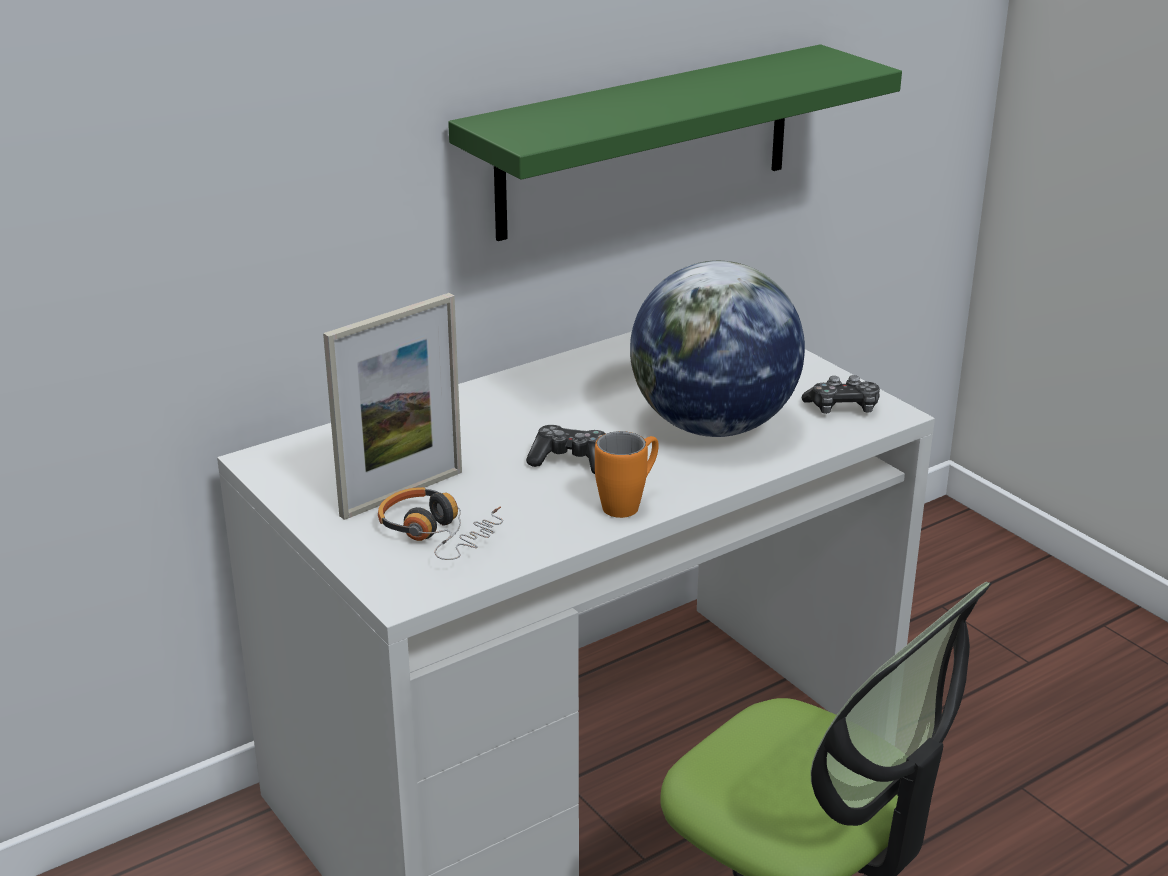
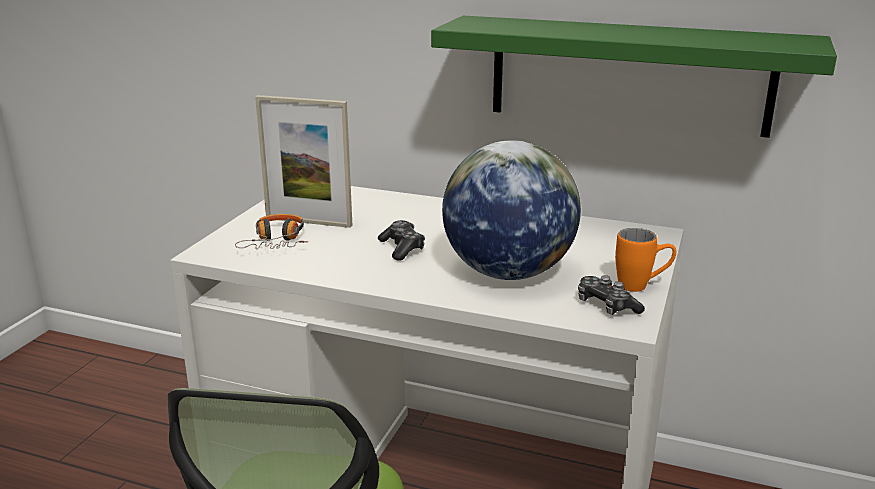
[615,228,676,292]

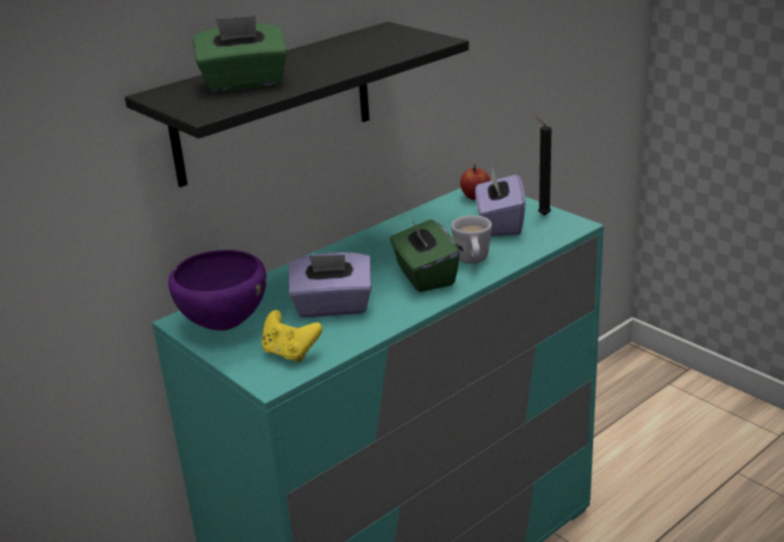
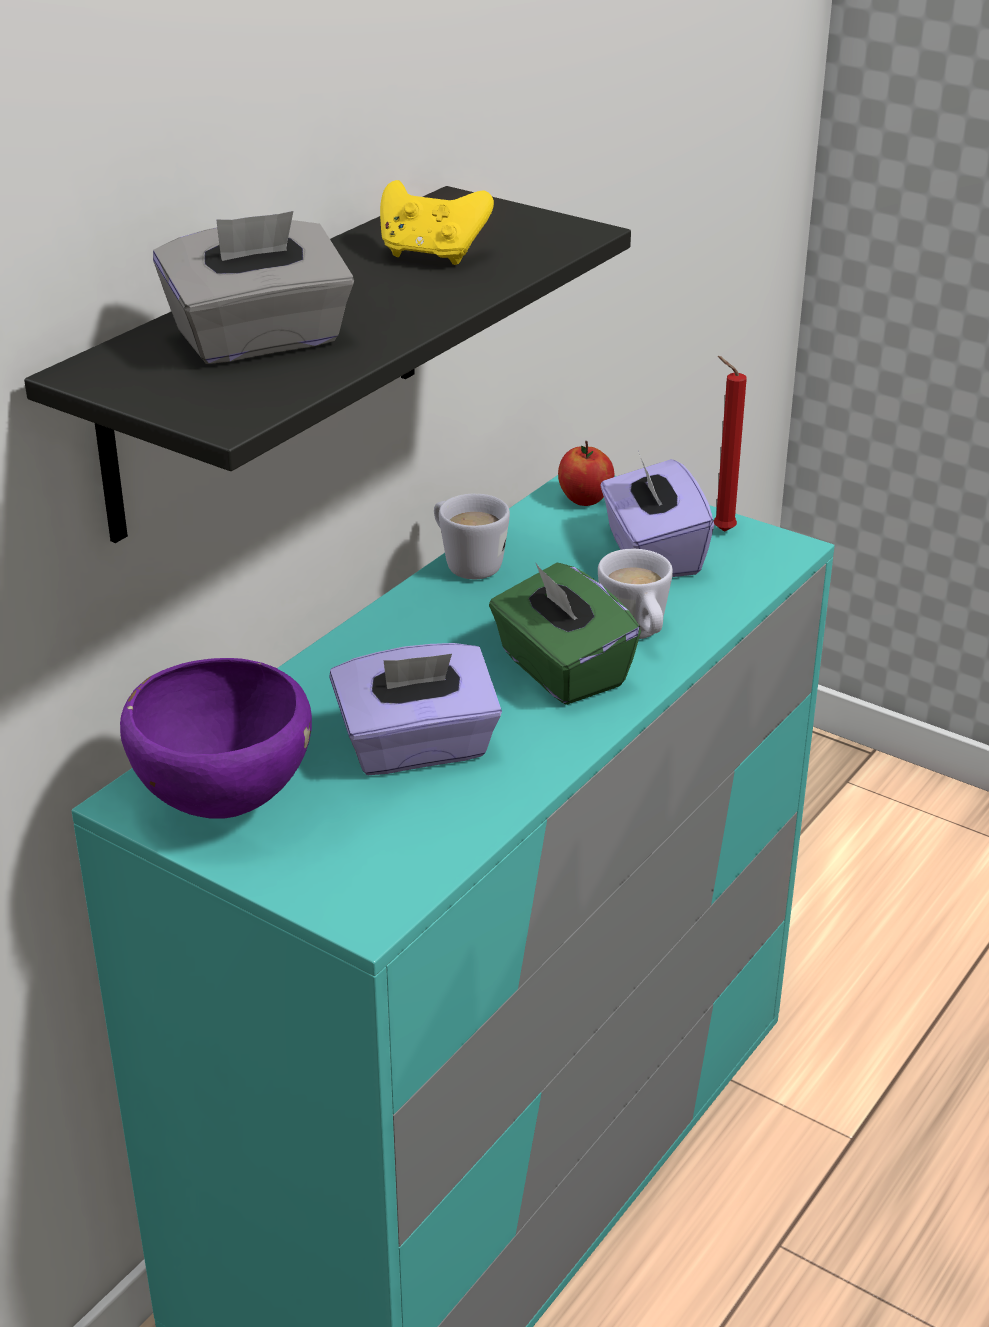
[434,494,510,579]
[380,180,494,265]
[153,211,354,364]
[714,356,747,532]

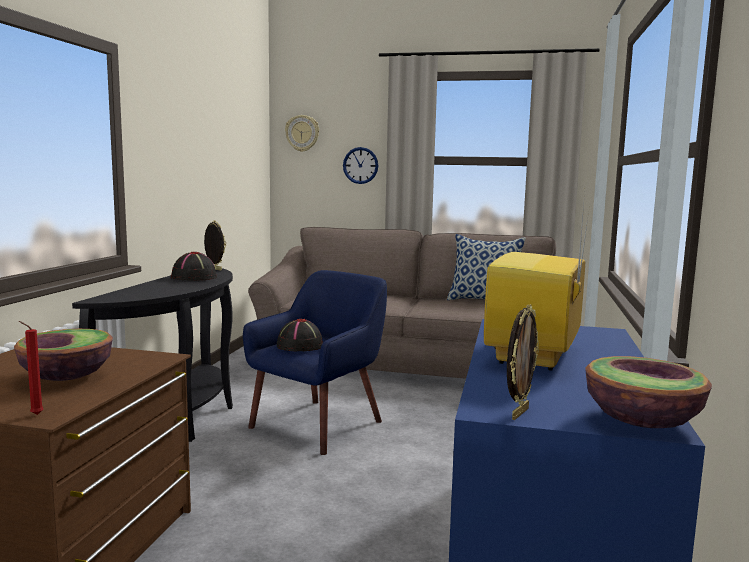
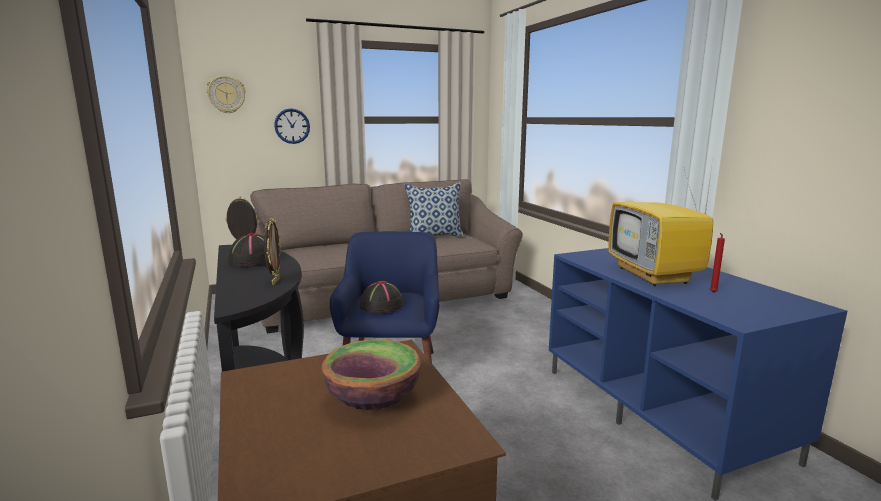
[585,356,712,428] (first image)
[710,233,725,293]
[264,218,281,285]

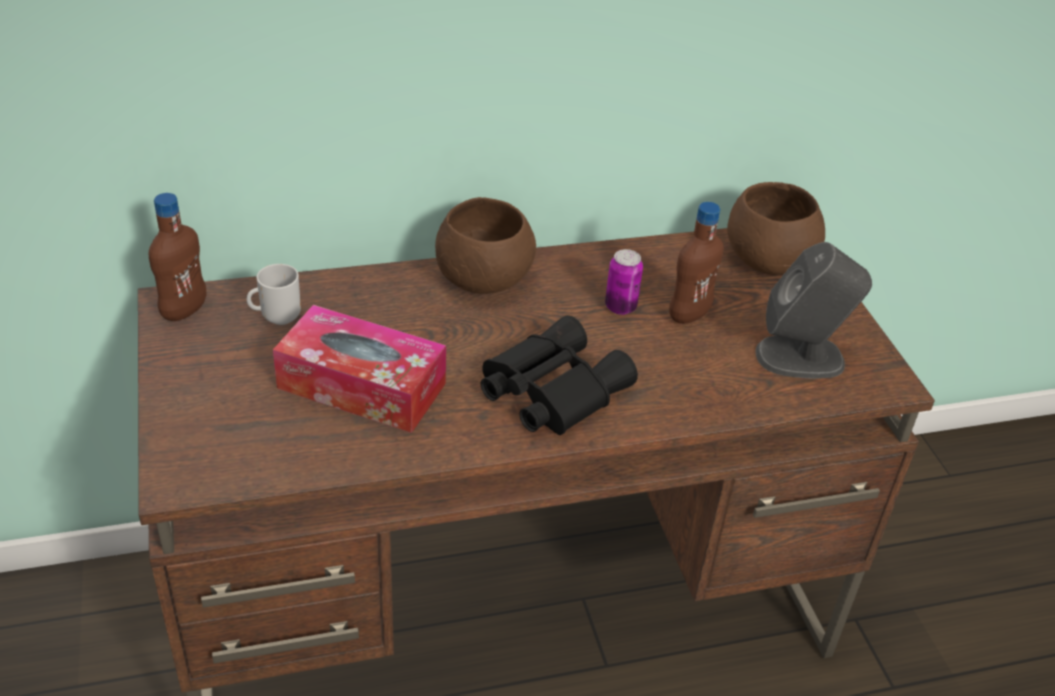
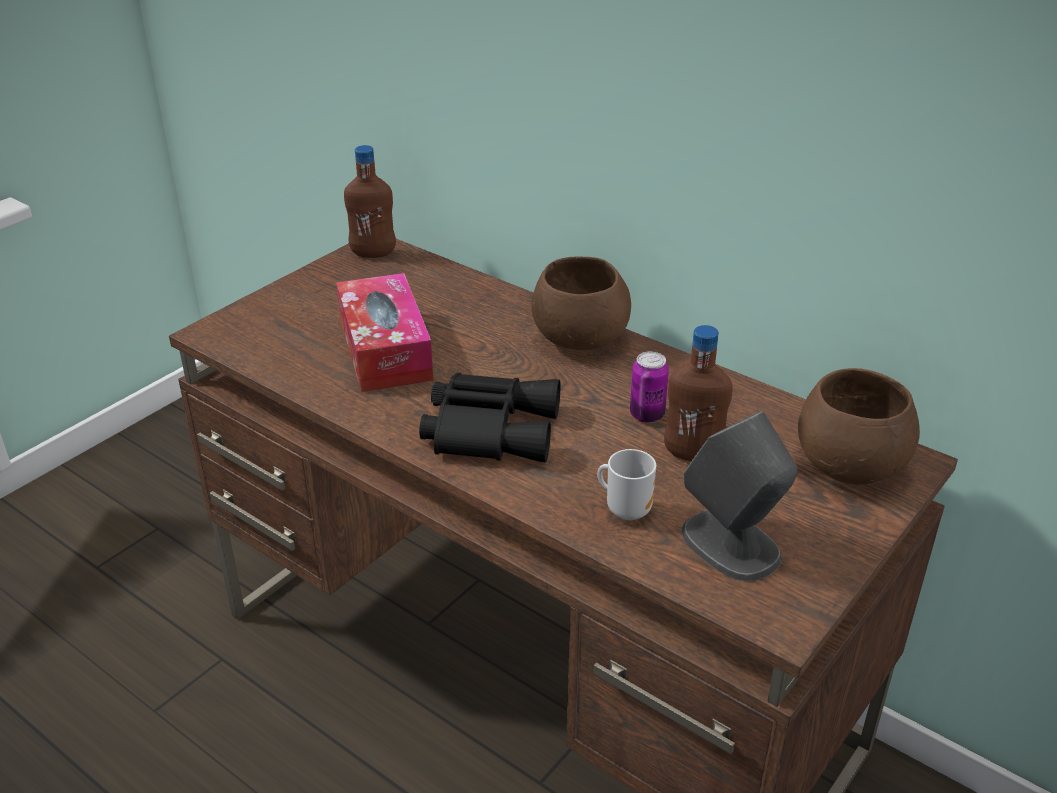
[597,449,656,520]

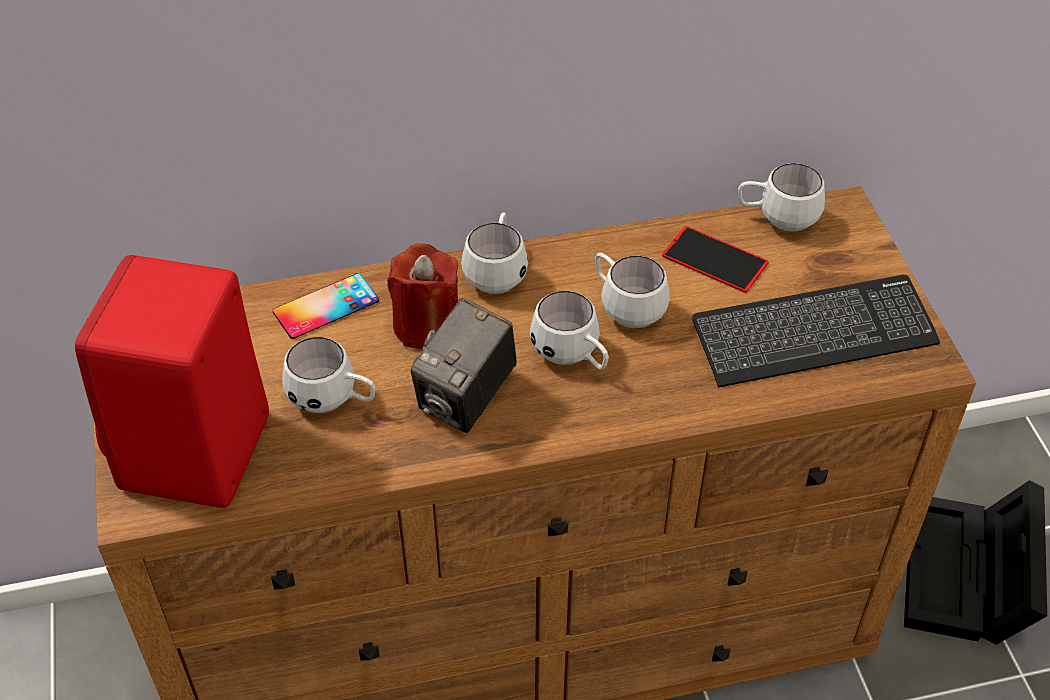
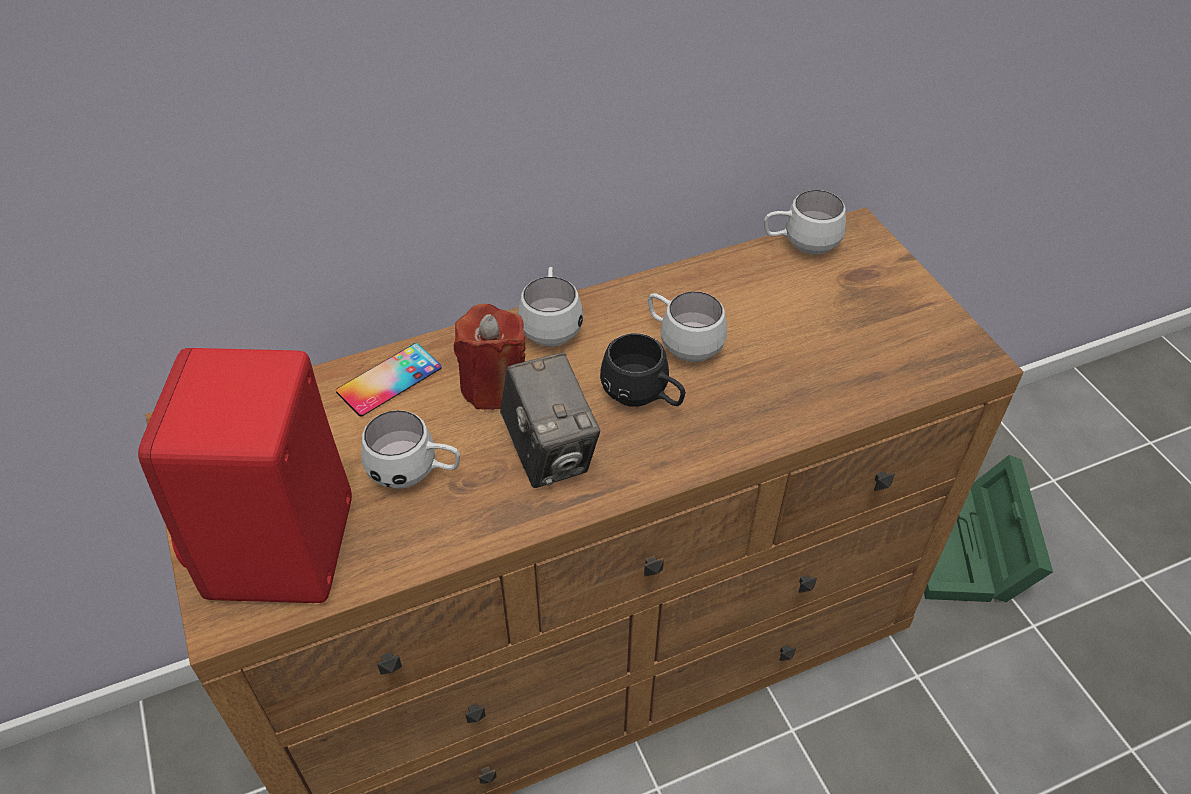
[662,226,769,293] (first image)
[693,275,940,388] (first image)
[600,333,686,407]
[924,455,1053,602]
[500,353,600,488]

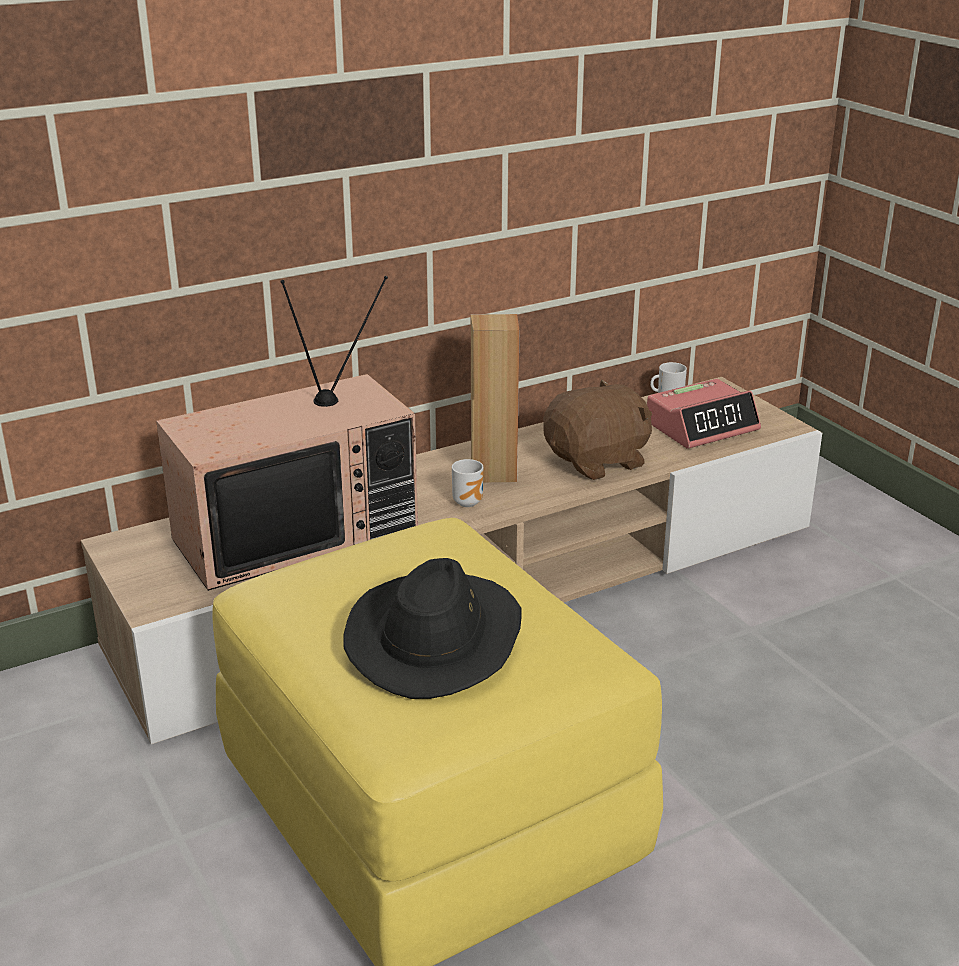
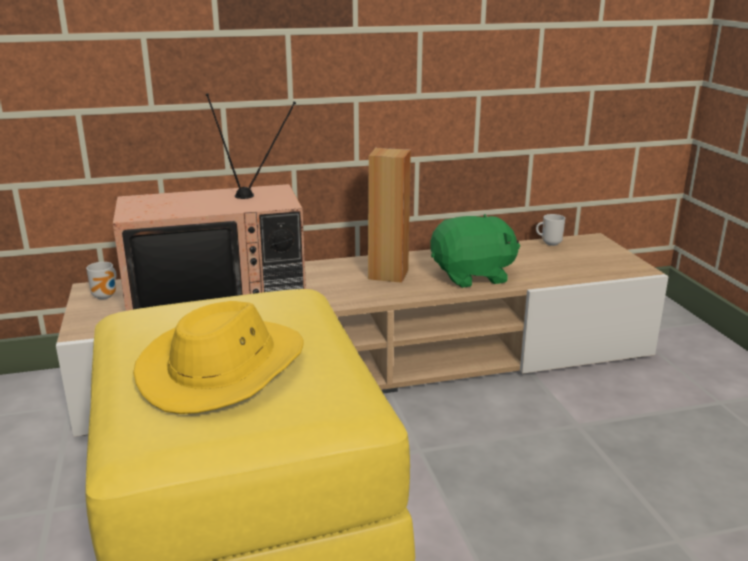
[647,379,761,449] (first image)
[86,262,116,299]
[133,301,304,414]
[430,214,520,288]

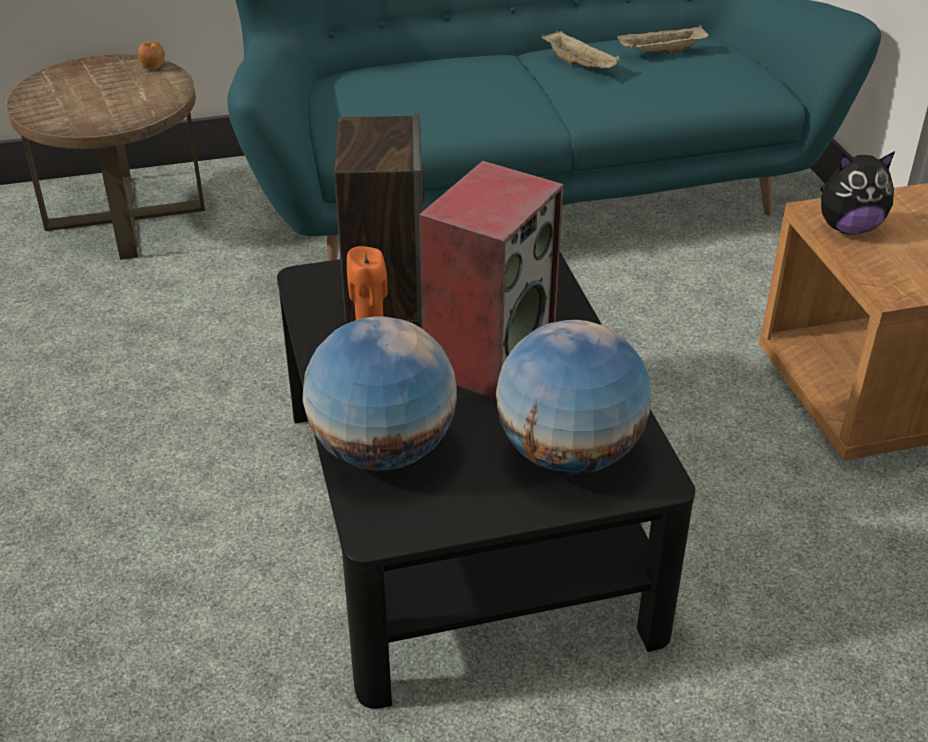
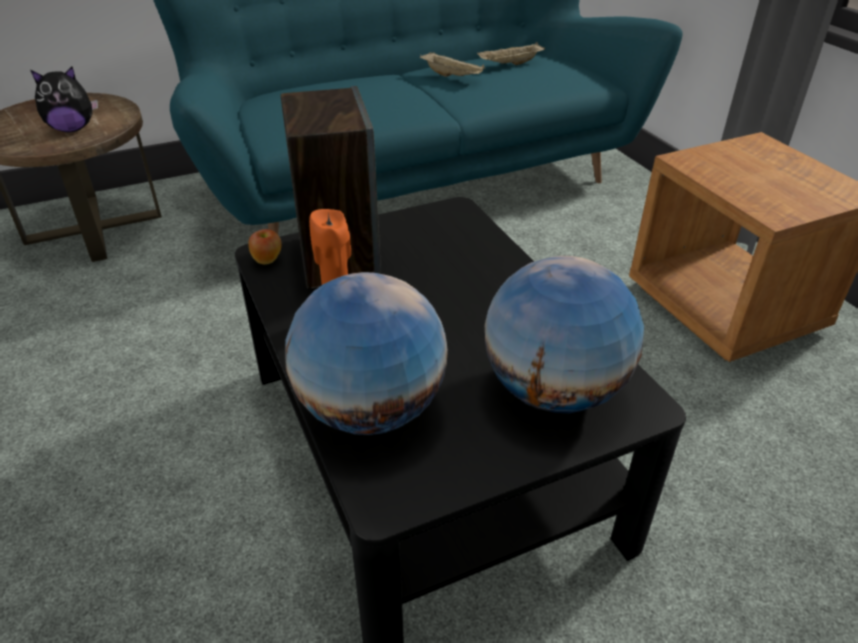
[419,161,563,401] (first image)
[248,229,282,264]
[30,66,98,132]

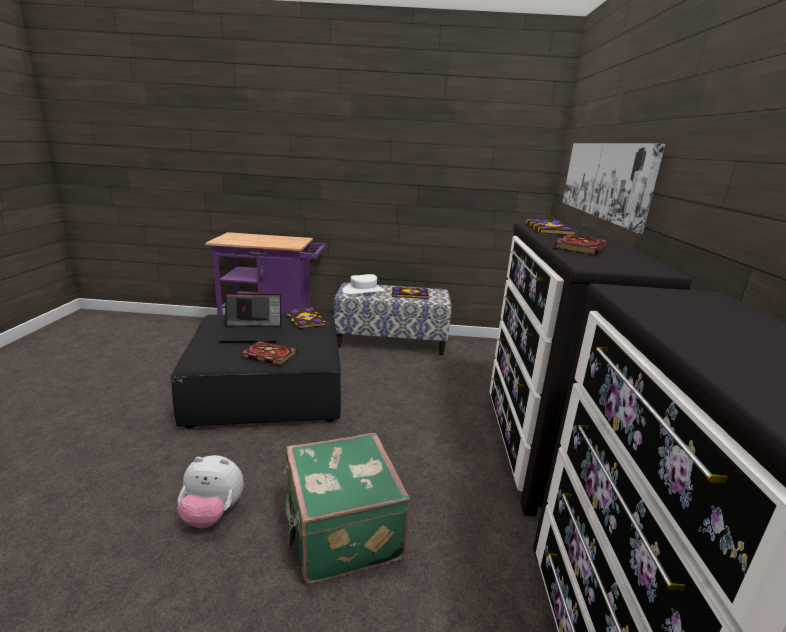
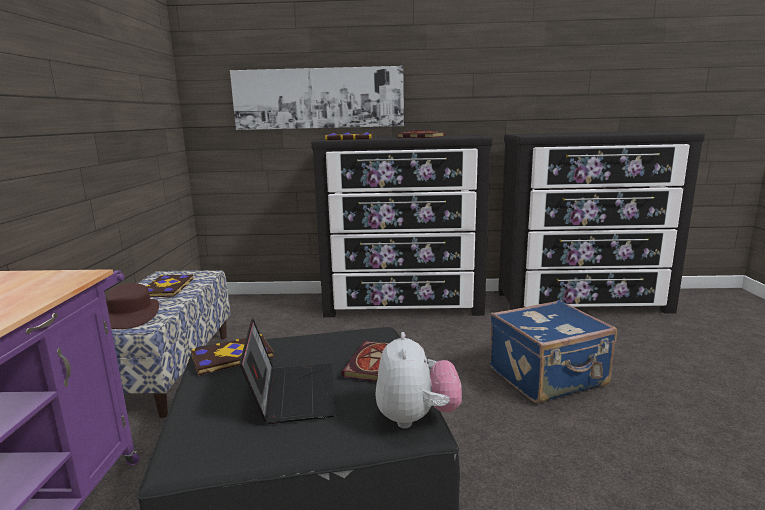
[375,332,462,428]
[490,300,617,403]
[106,283,159,329]

